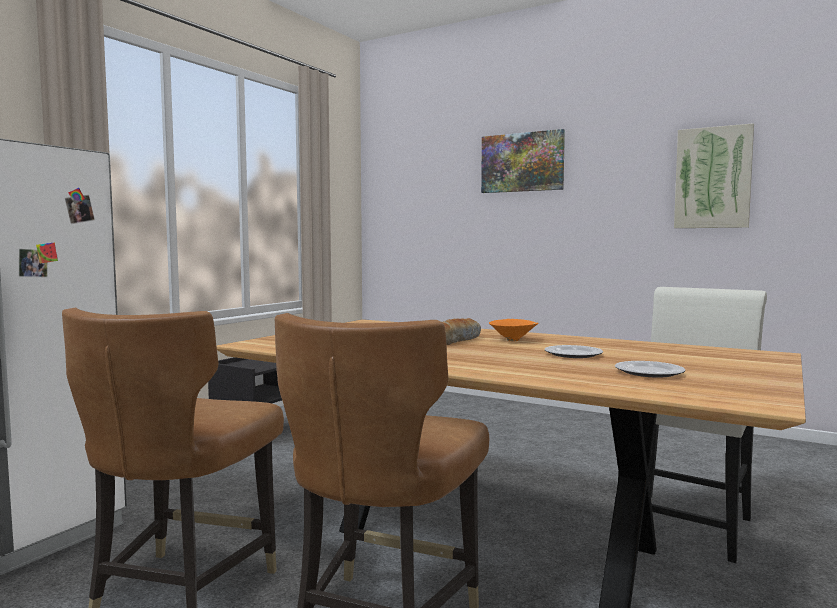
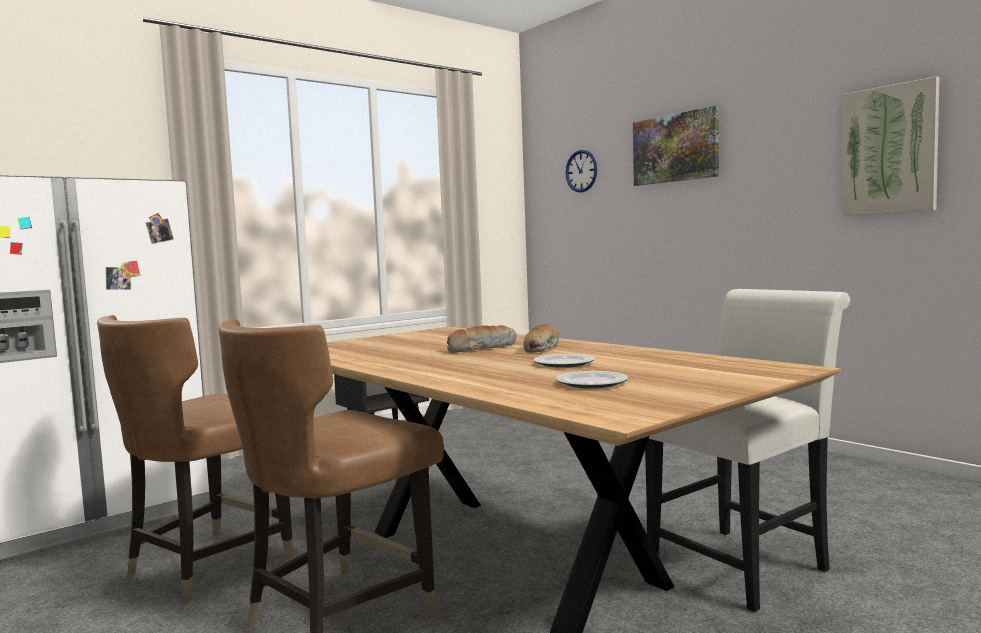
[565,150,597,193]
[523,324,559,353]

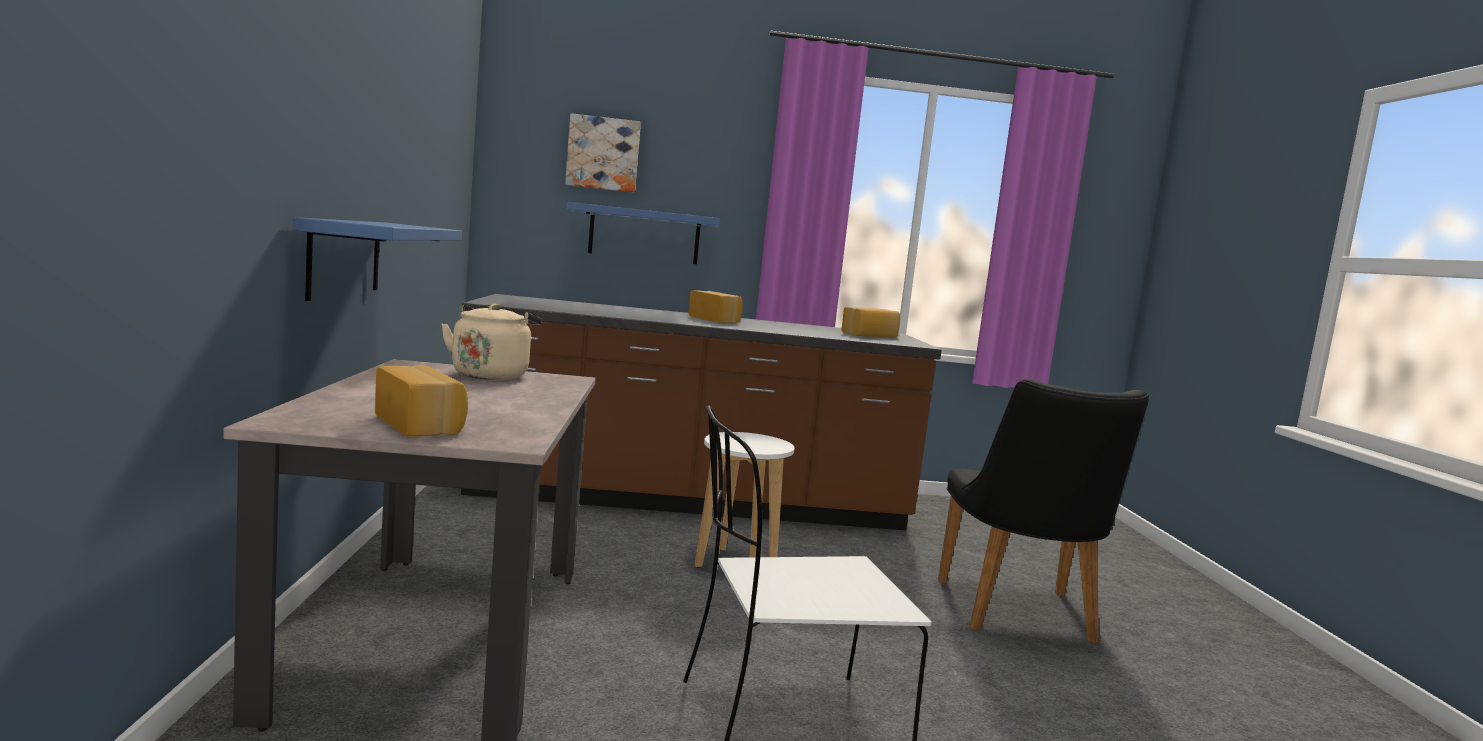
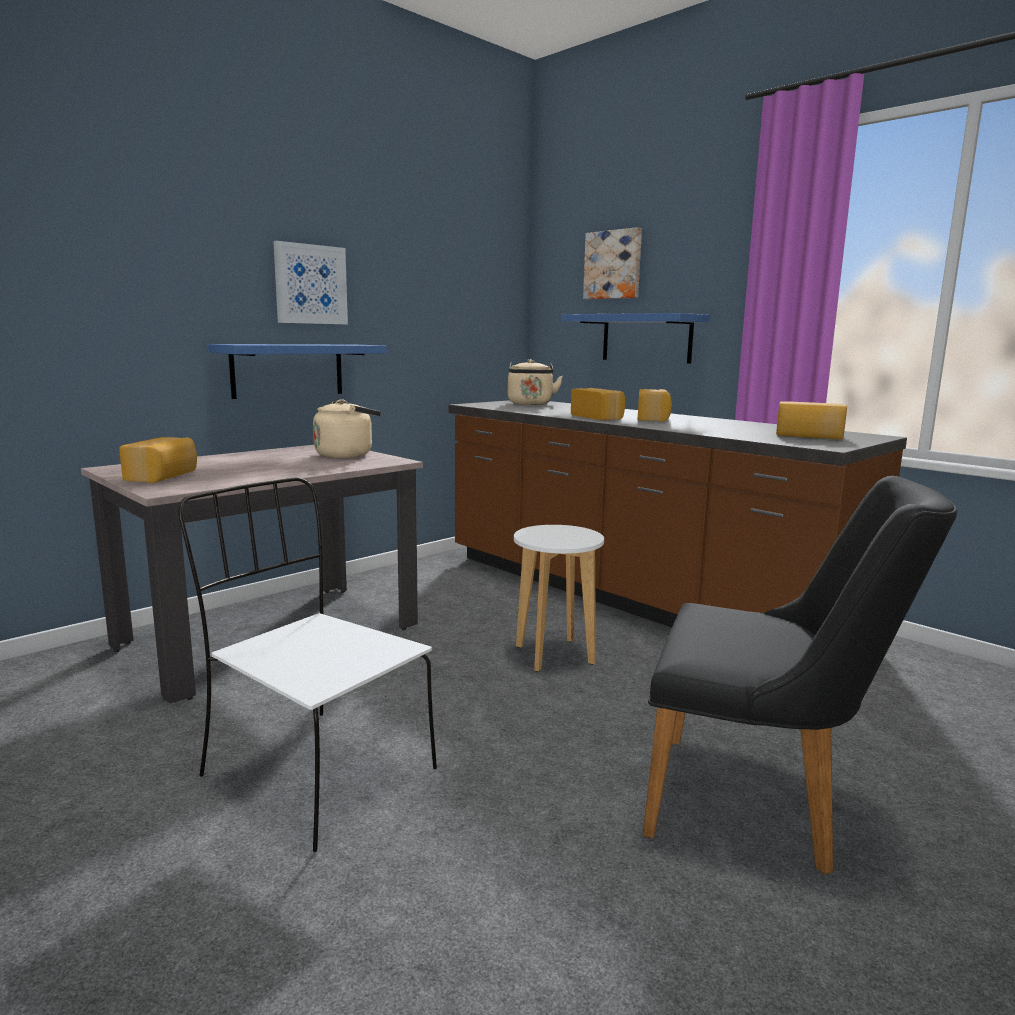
[273,241,348,324]
[508,359,563,405]
[571,388,625,420]
[643,476,958,875]

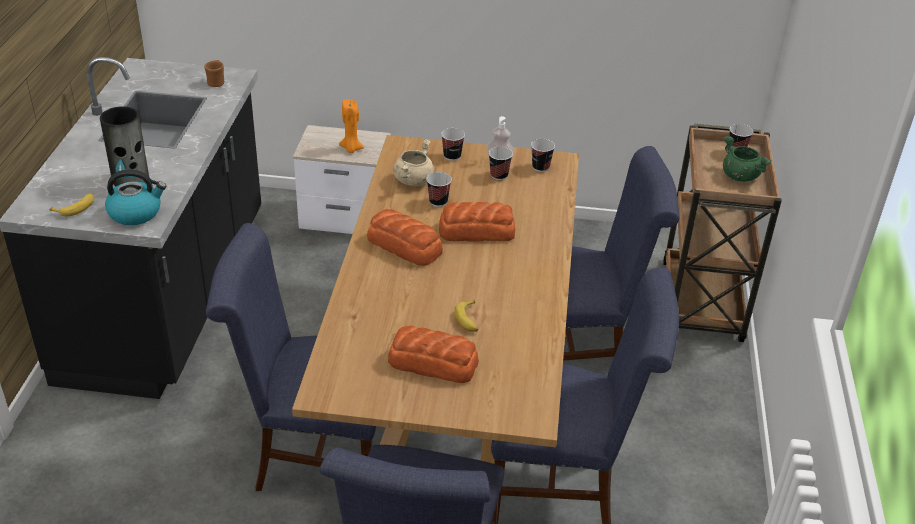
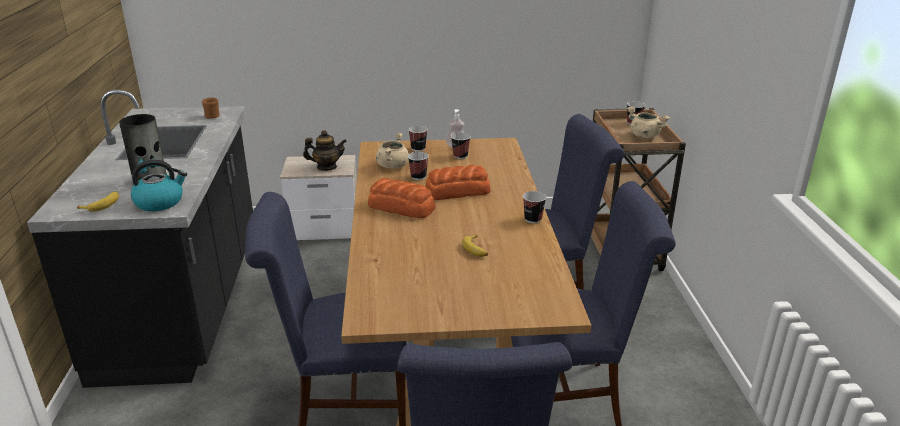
[388,326,479,383] (first image)
[523,191,547,223]
[303,130,347,171]
[627,107,670,138]

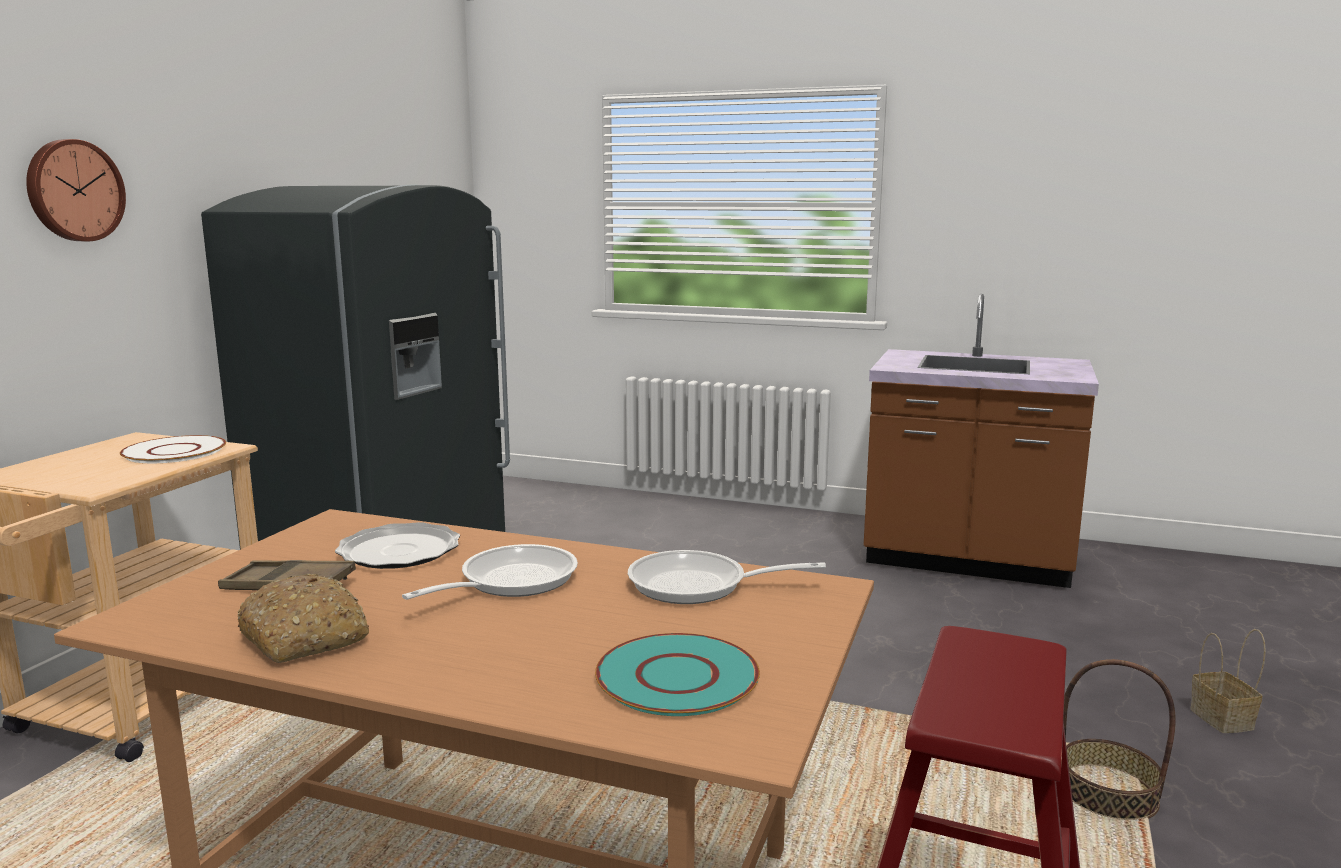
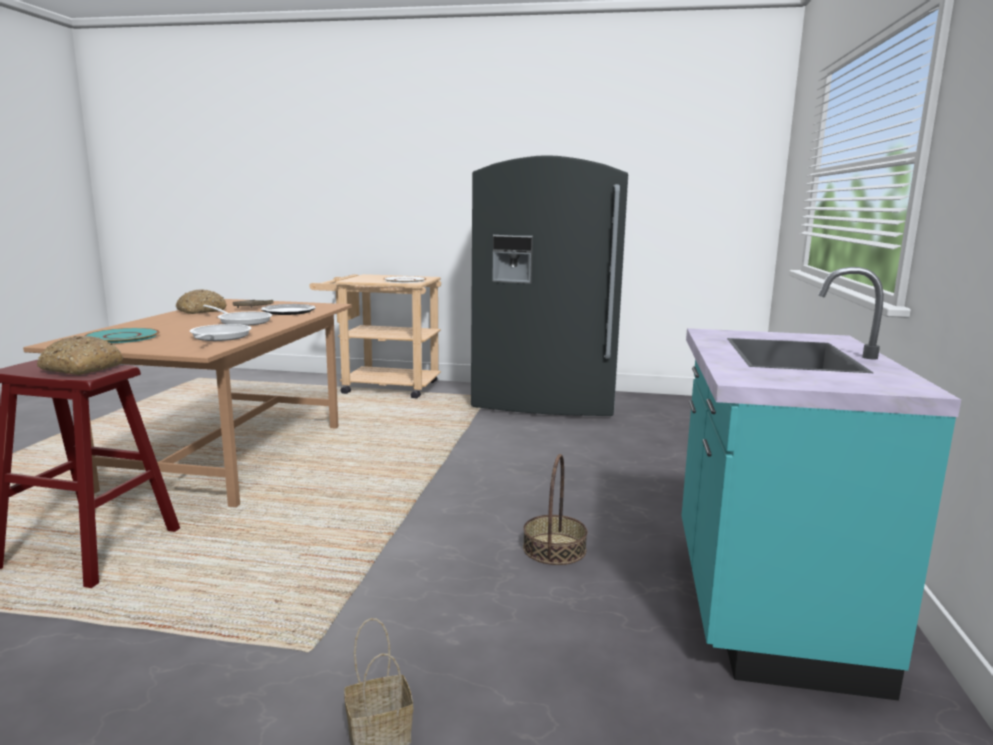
[26,139,126,242] (first image)
[37,336,124,375]
[523,454,587,565]
[681,267,961,701]

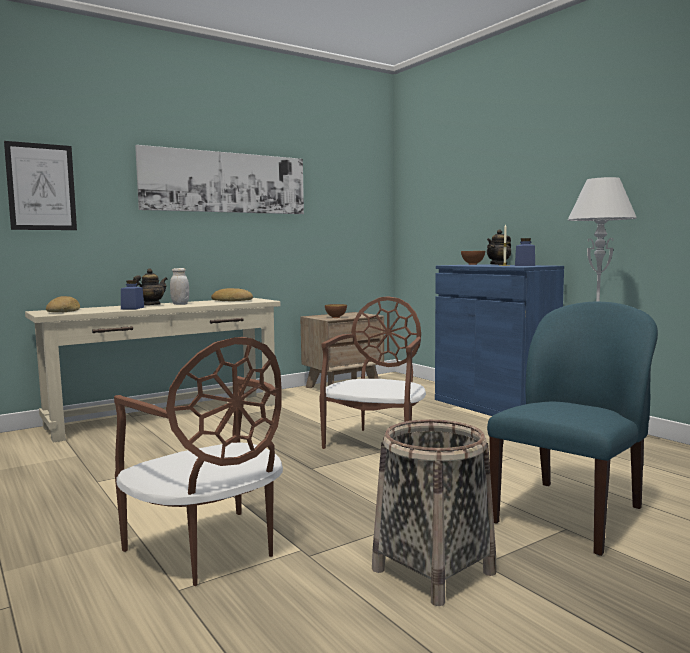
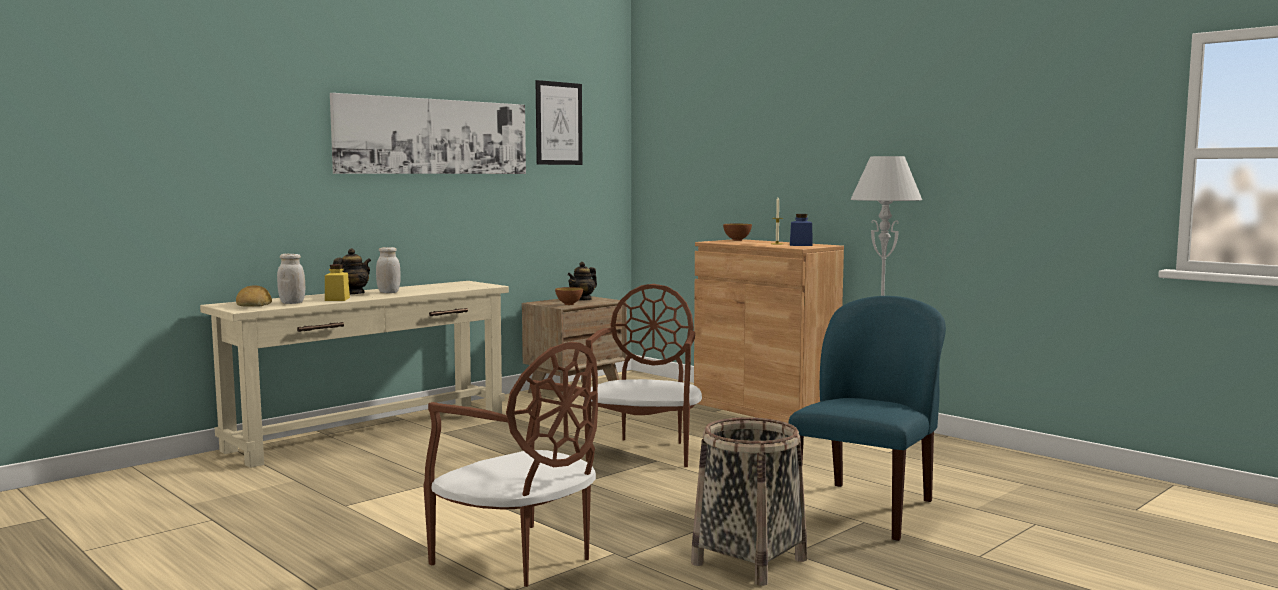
[211,288,253,301] (first image)
[277,254,305,304]
[536,80,582,165]
[567,262,597,301]
[325,264,350,301]
[694,239,844,423]

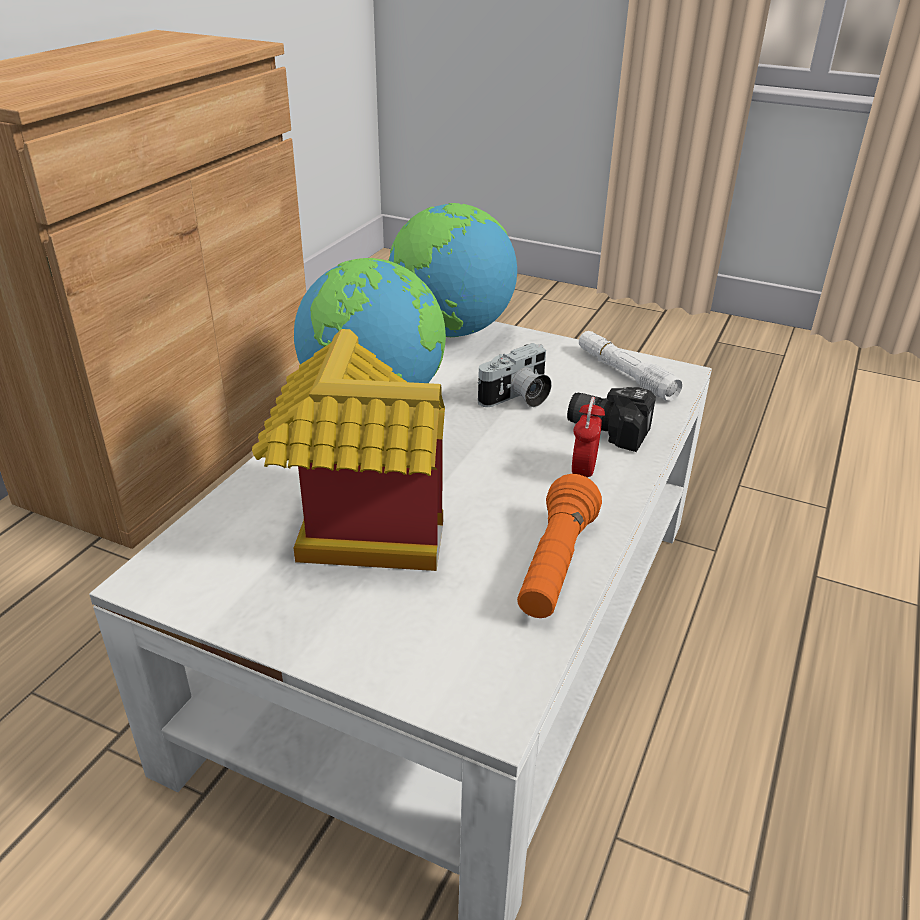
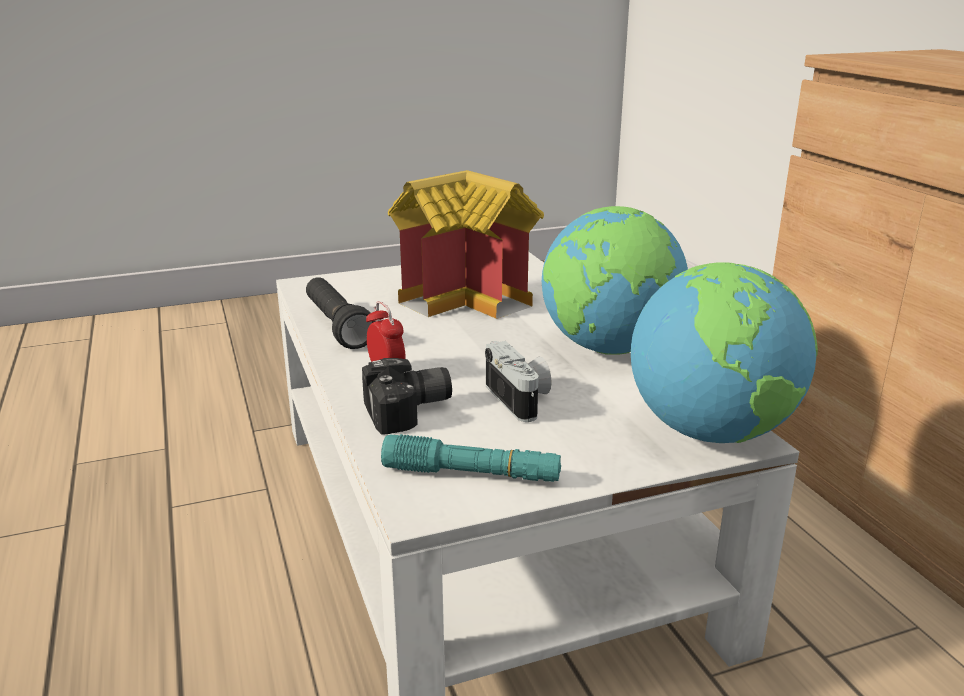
[306,277,376,349]
[381,434,561,482]
[485,341,552,422]

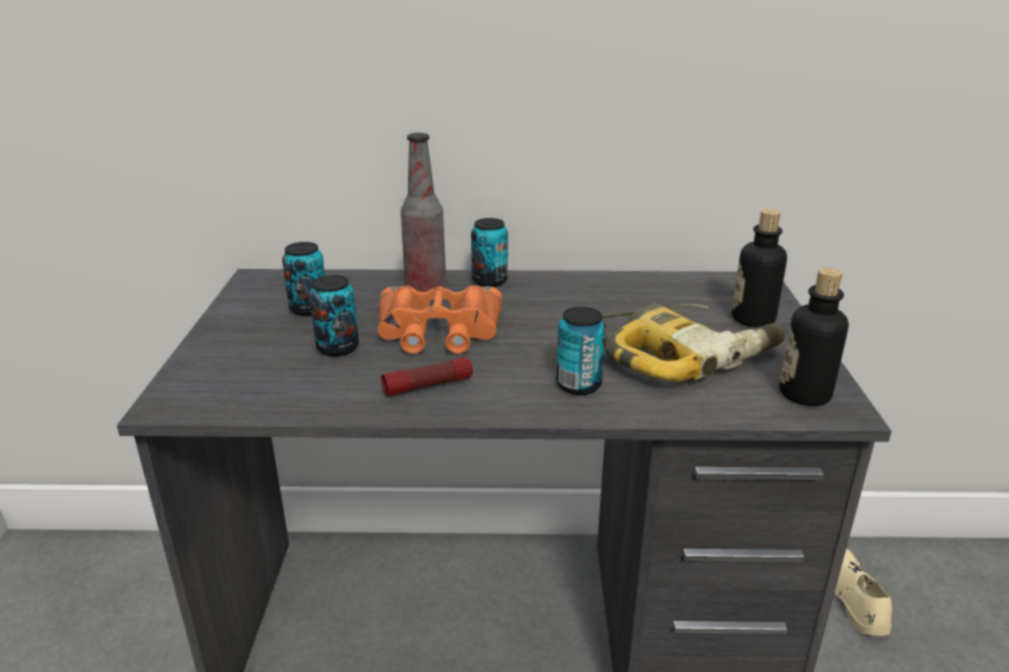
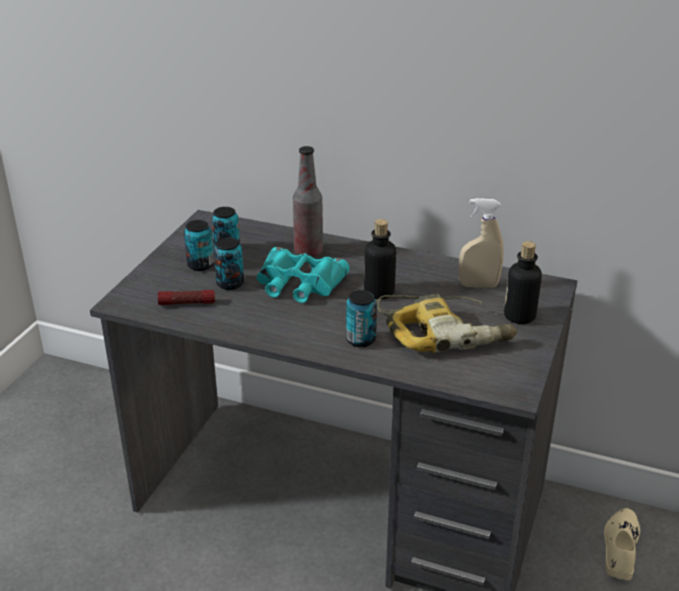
[459,198,504,288]
[158,290,215,305]
[184,220,214,271]
[364,219,396,299]
[257,247,350,303]

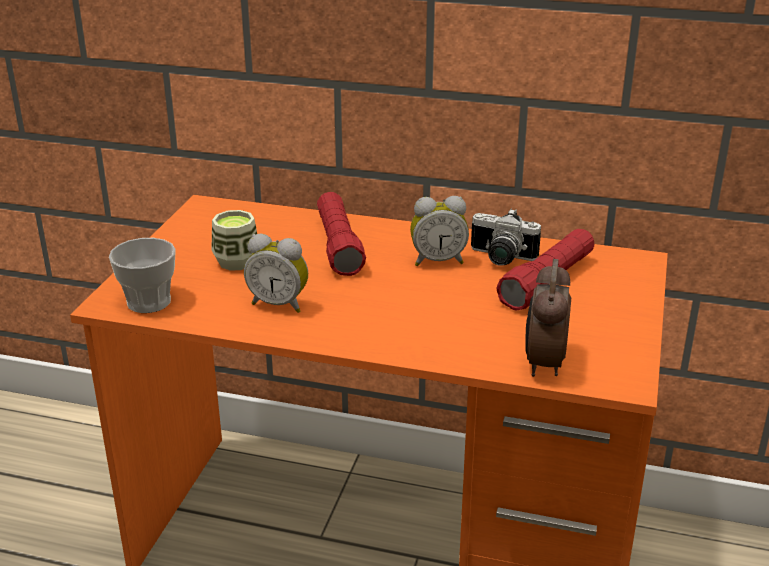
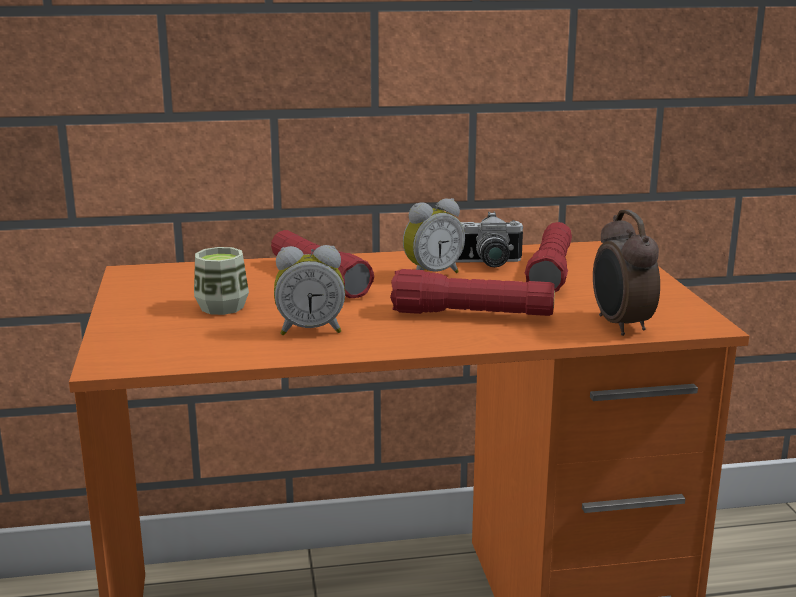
[109,238,176,313] (first image)
[390,269,555,316]

